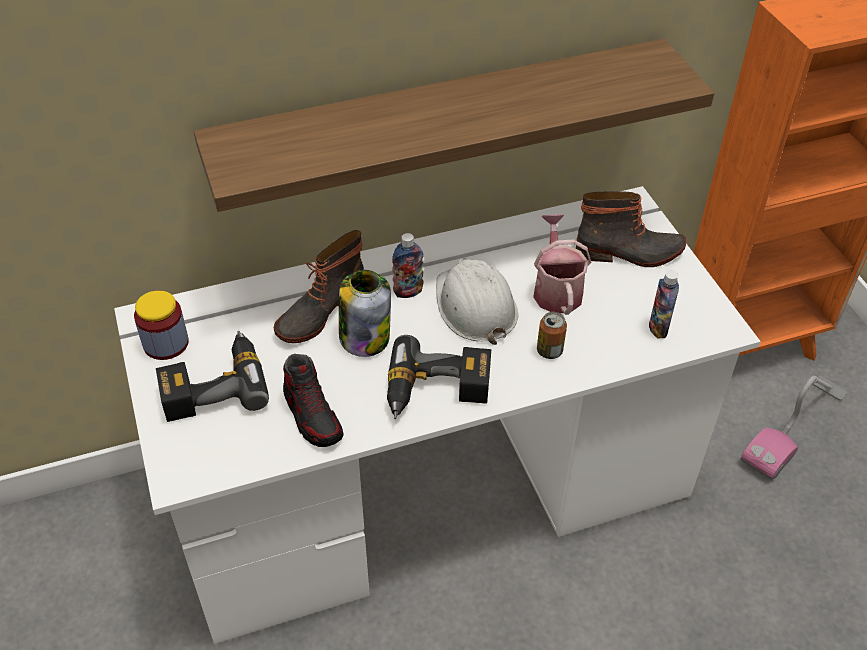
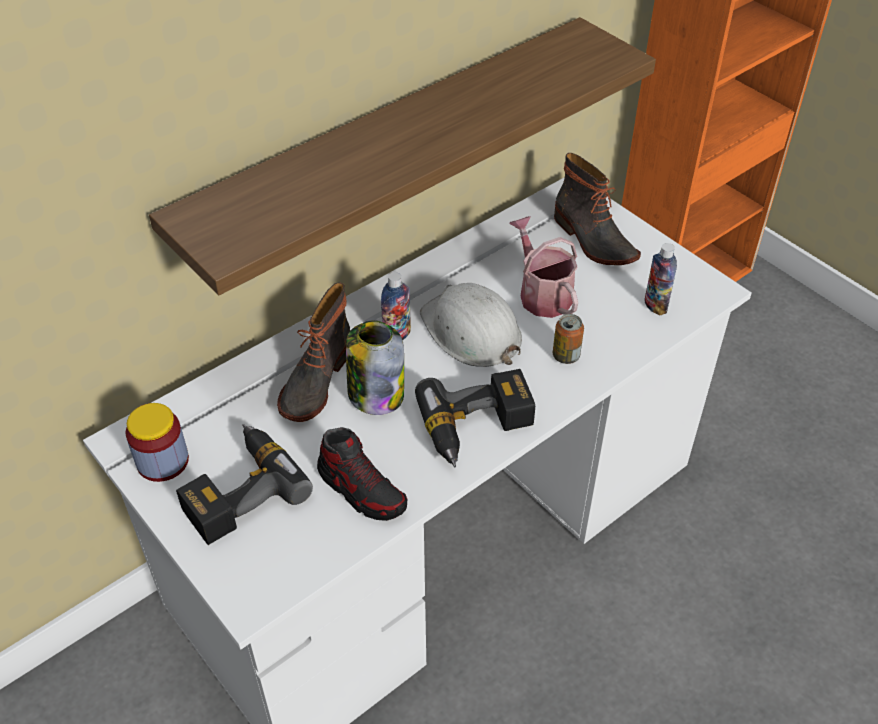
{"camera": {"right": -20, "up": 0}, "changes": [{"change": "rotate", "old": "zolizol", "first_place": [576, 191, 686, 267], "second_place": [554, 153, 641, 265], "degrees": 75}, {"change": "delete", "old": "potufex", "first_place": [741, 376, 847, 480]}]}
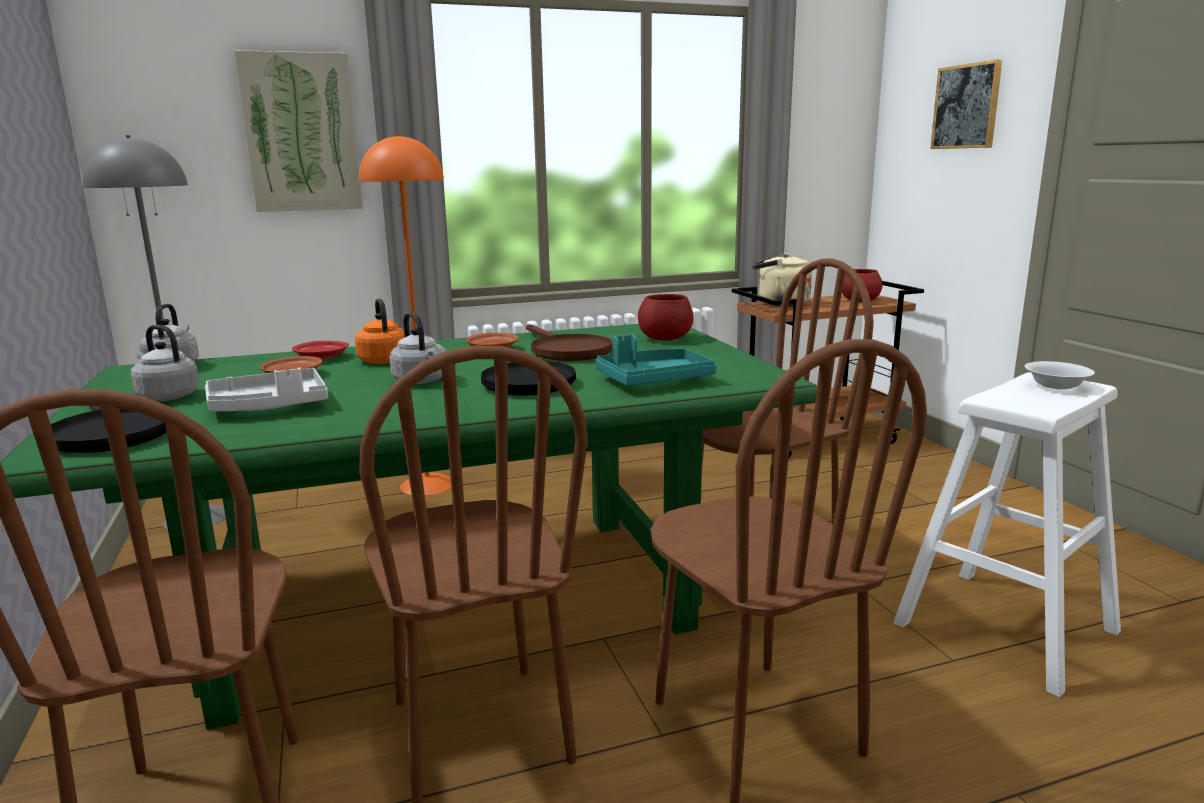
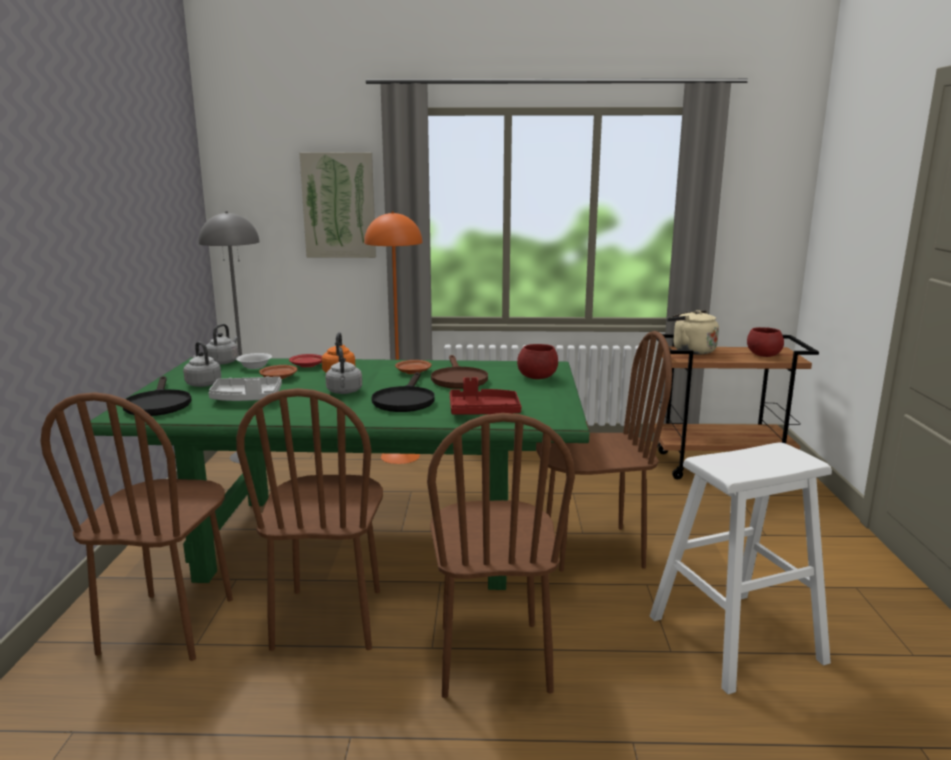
{"camera": {"right": 20, "up": 0}, "changes": [{"change": "move", "old": "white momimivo", "first_place": [1025, 361, 1095, 390], "second_place": [236, 353, 272, 369]}, {"change": "recolor", "old": "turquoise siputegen", "new": "red siputegen", "first_place": [595, 335, 717, 386], "second_place": [450, 377, 521, 415]}, {"change": "delete", "old": "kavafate", "first_place": [930, 59, 1002, 149]}]}
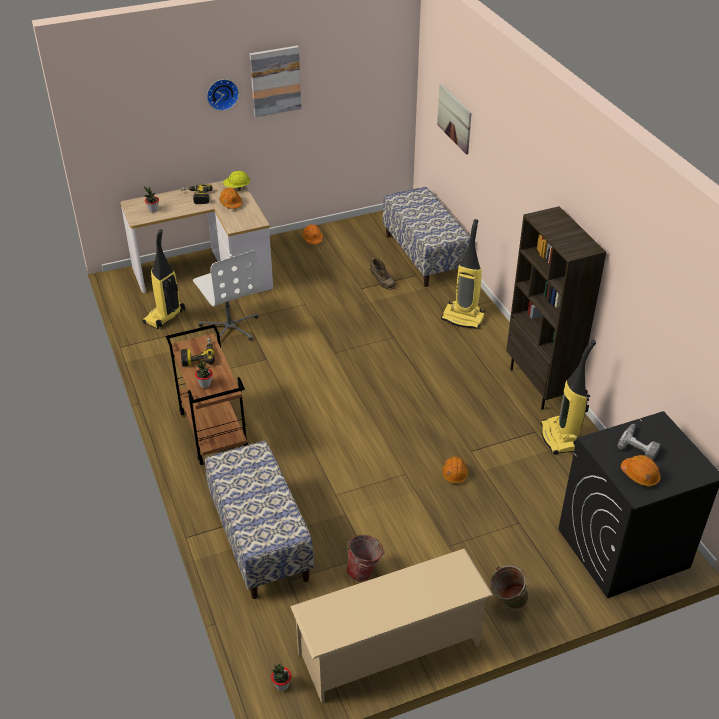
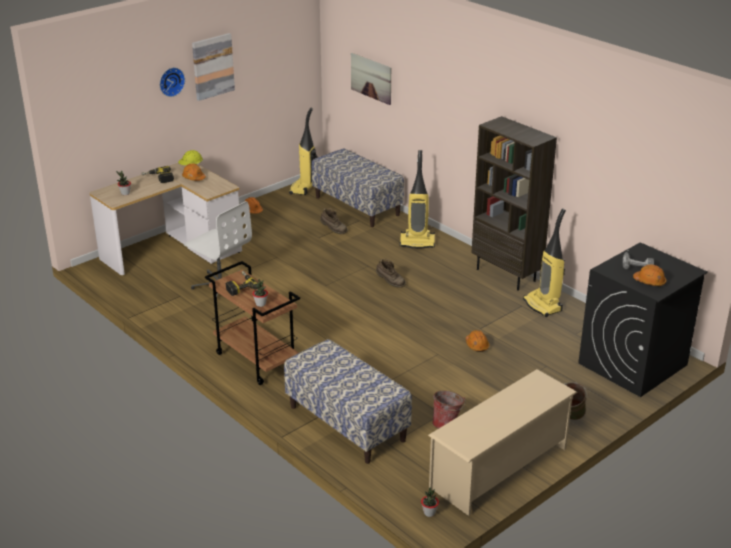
{"camera": {"right": -20, "up": -10}, "changes": [{"change": "move", "old": "potufex", "first_place": [142, 229, 185, 329], "second_place": [289, 108, 317, 195]}, {"change": "insert", "new": "brown zolizol", "second_place": [376, 259, 406, 288]}]}
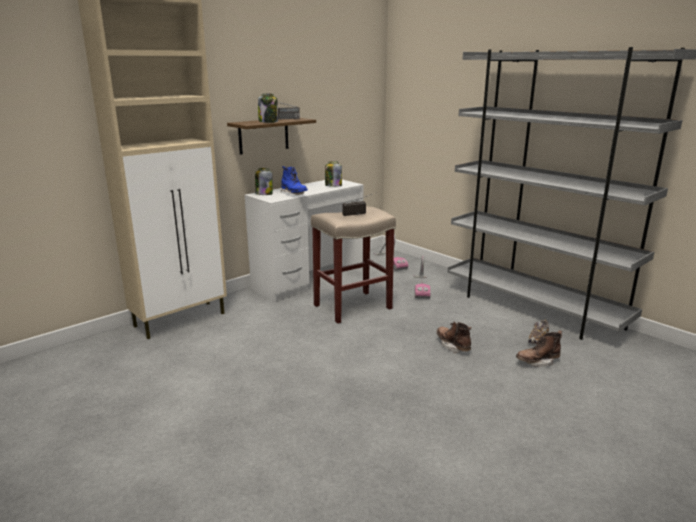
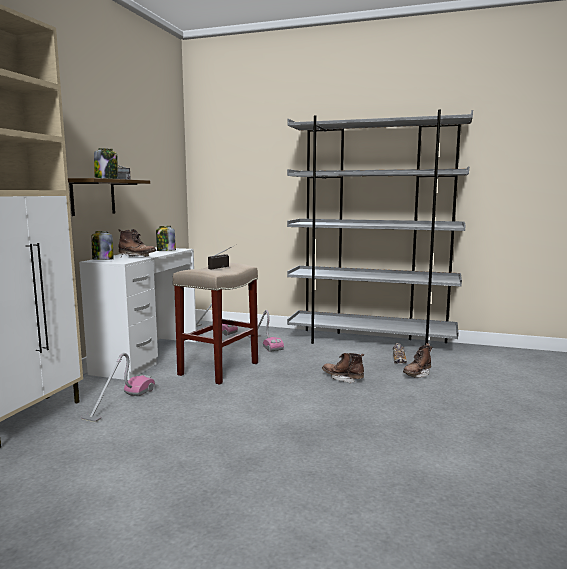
{"camera": {"right": -30, "up": -10}, "changes": [{"change": "insert", "new": "potufex", "second_place": [81, 353, 155, 422]}, {"change": "recolor", "old": "blue zolizol", "new": "brown zolizol", "first_place": [281, 166, 308, 195], "second_place": [118, 229, 157, 257]}]}
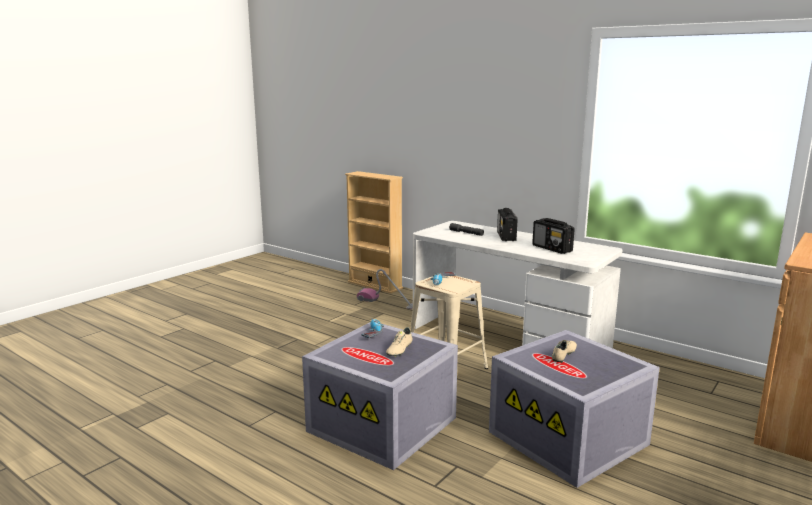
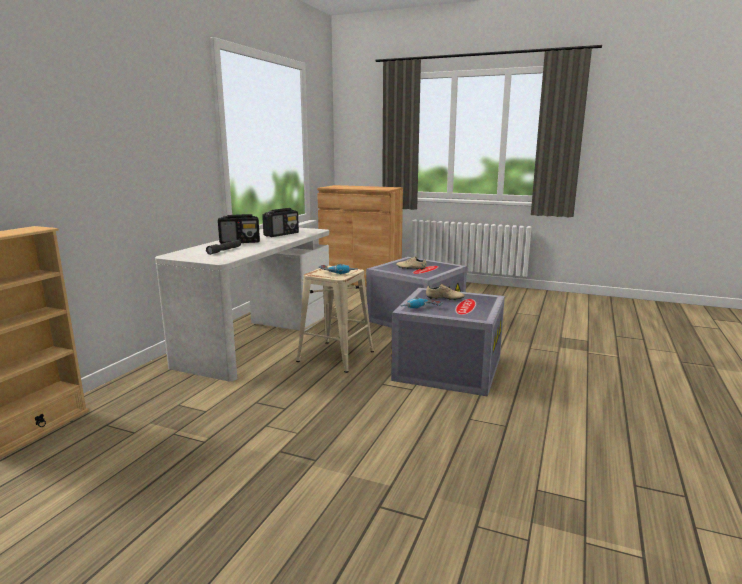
{"camera": {"right": -105, "up": 0}, "changes": [{"change": "delete", "old": "potufex", "first_place": [357, 269, 413, 309]}]}
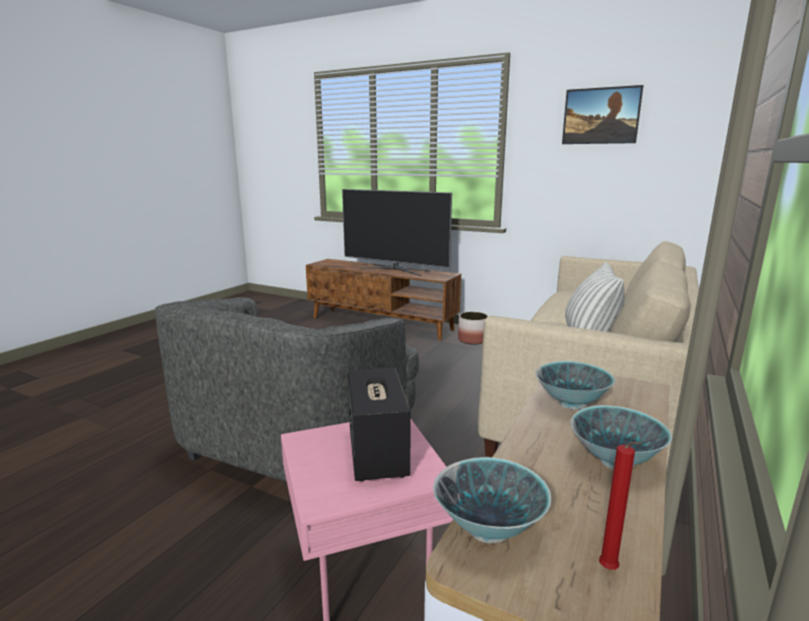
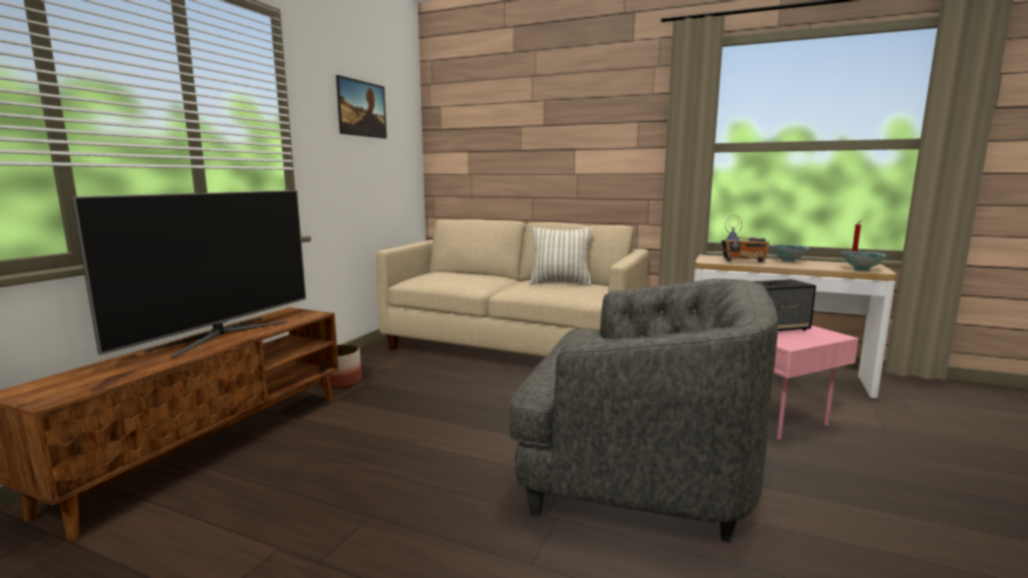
{"camera": {"right": -95, "up": -5}, "changes": [{"change": "replace", "old": "momimivo", "new": "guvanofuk", "first_place": [535, 361, 615, 410], "second_place": [721, 215, 769, 262]}]}
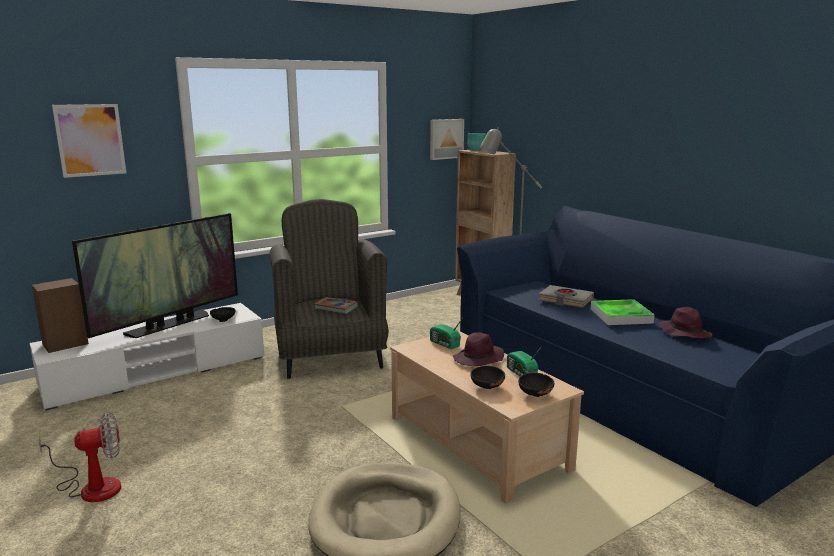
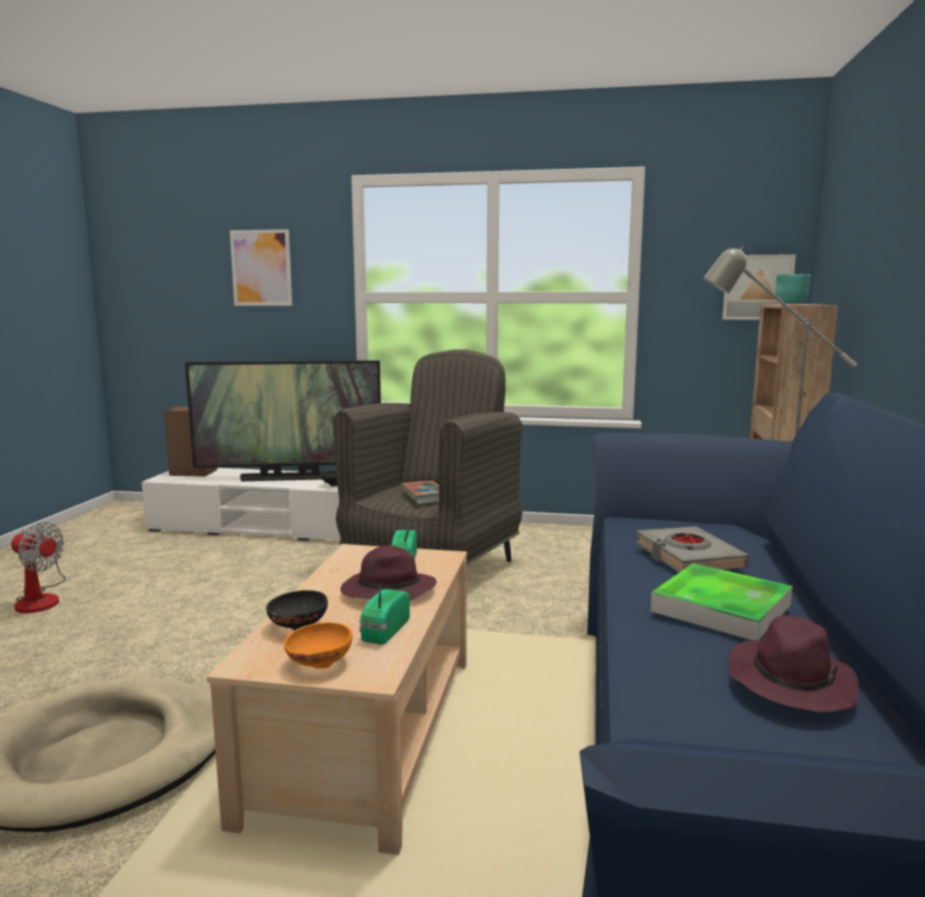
{"camera": {"right": 45, "up": -5}, "changes": [{"change": "recolor", "old": "black momimivo", "new": "orange momimivo", "first_place": [518, 373, 554, 397], "second_place": [284, 622, 352, 668]}]}
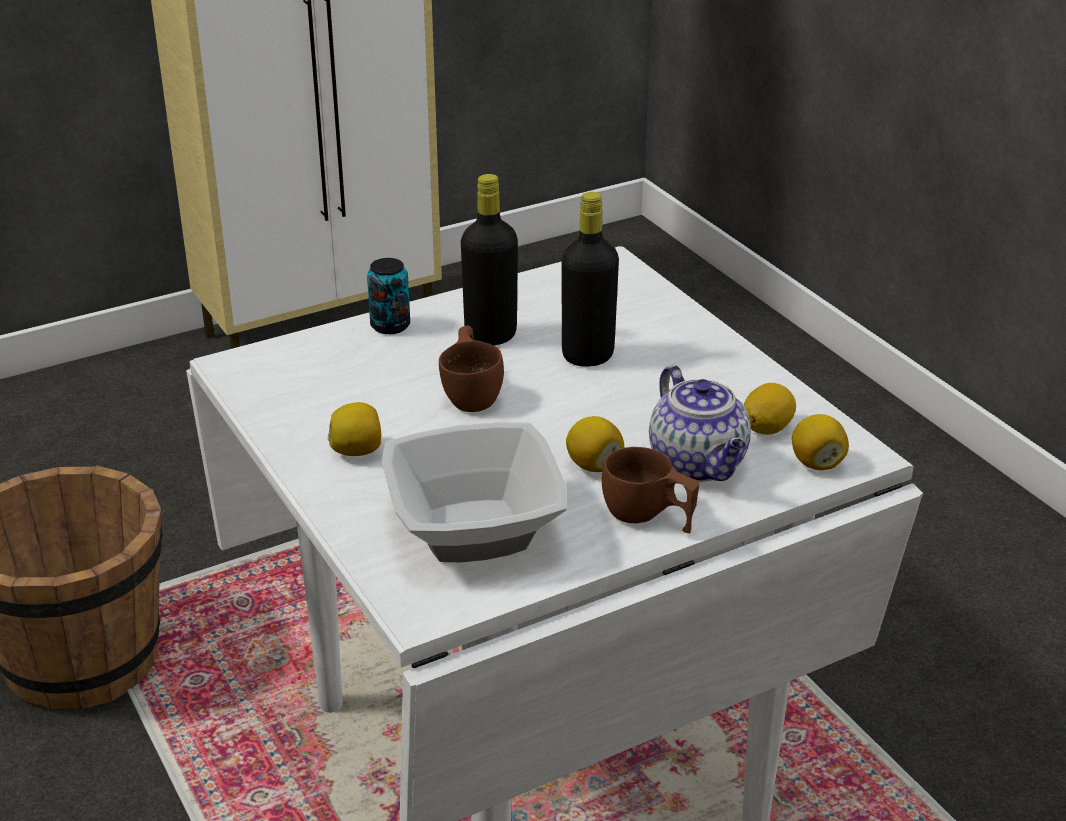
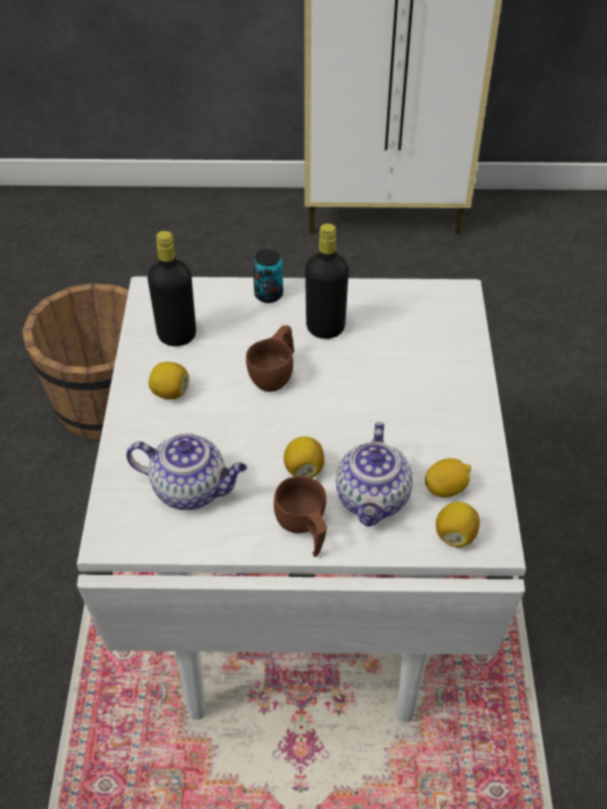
{"camera": {"right": 30, "up": 15}, "changes": [{"change": "replace", "old": "momimivo", "new": "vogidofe", "first_place": [382, 422, 567, 562], "second_place": [126, 433, 247, 510]}, {"change": "move", "old": "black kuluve", "first_place": [561, 192, 619, 367], "second_place": [147, 231, 196, 346]}]}
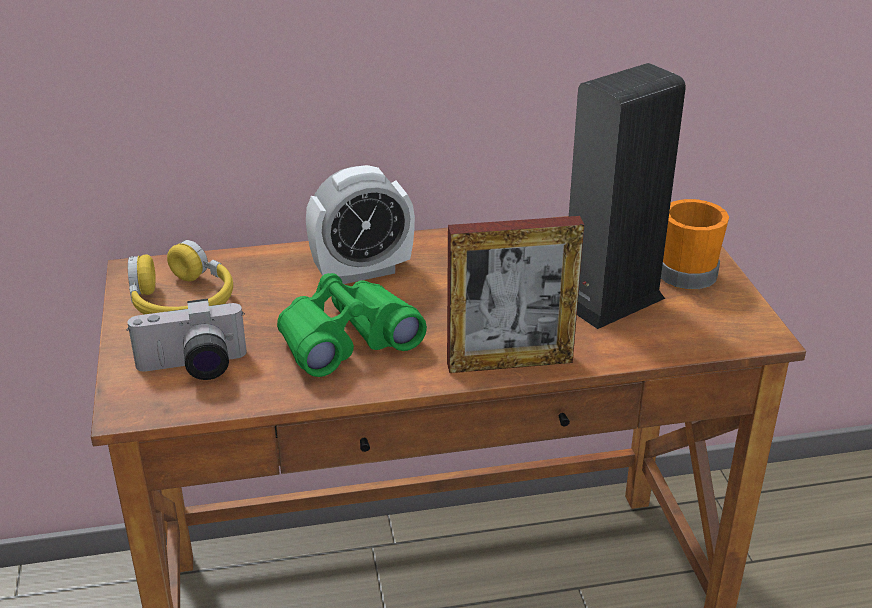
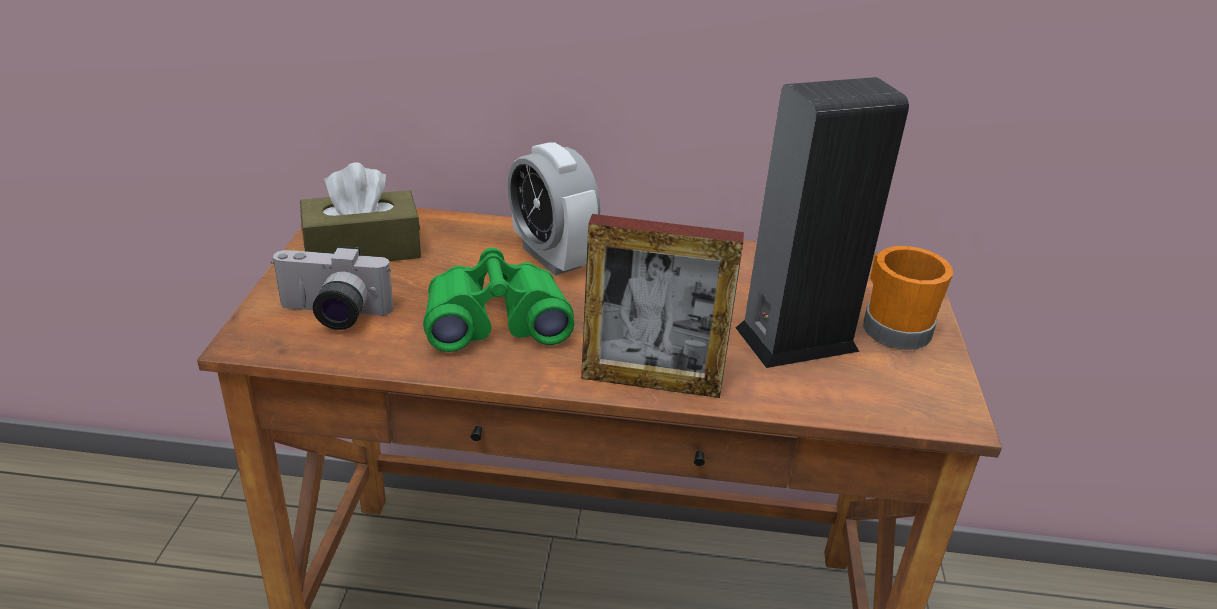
{"camera": {"right": 15, "up": 0}, "changes": [{"change": "replace", "old": "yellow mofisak", "new": "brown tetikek", "first_place": [128, 240, 233, 314], "second_place": [300, 163, 421, 261]}, {"change": "rotate", "old": "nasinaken", "first_place": [306, 165, 415, 284], "second_place": [508, 142, 600, 276], "degrees": 60}]}
